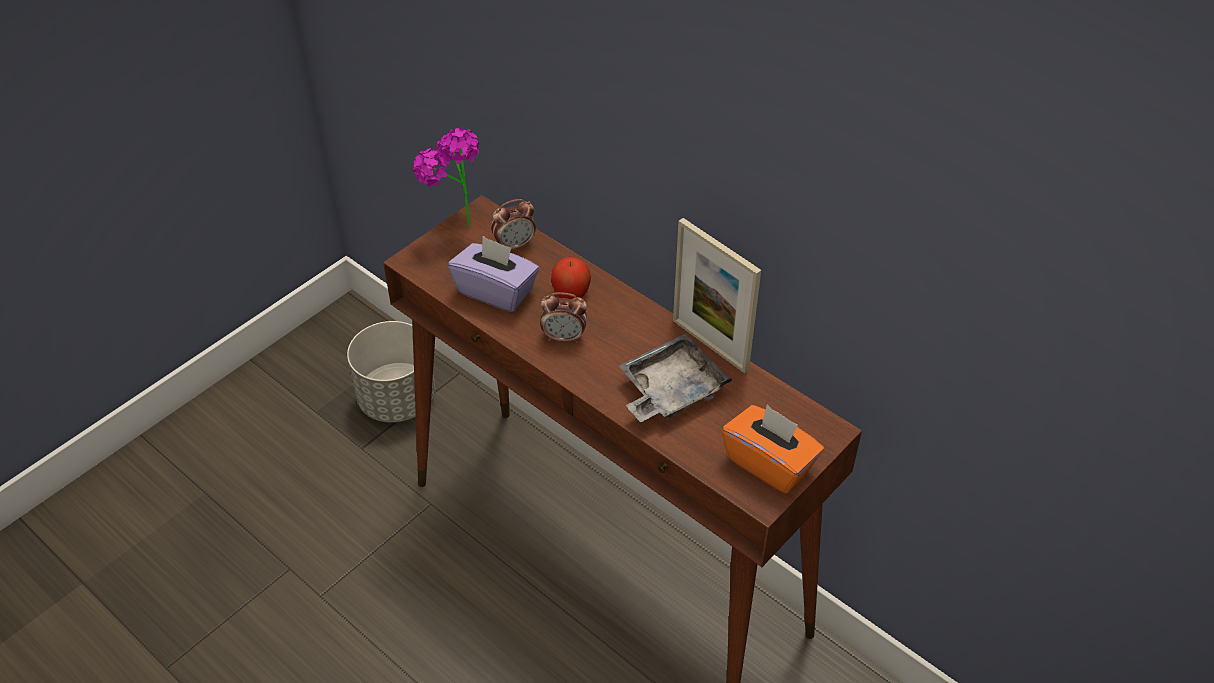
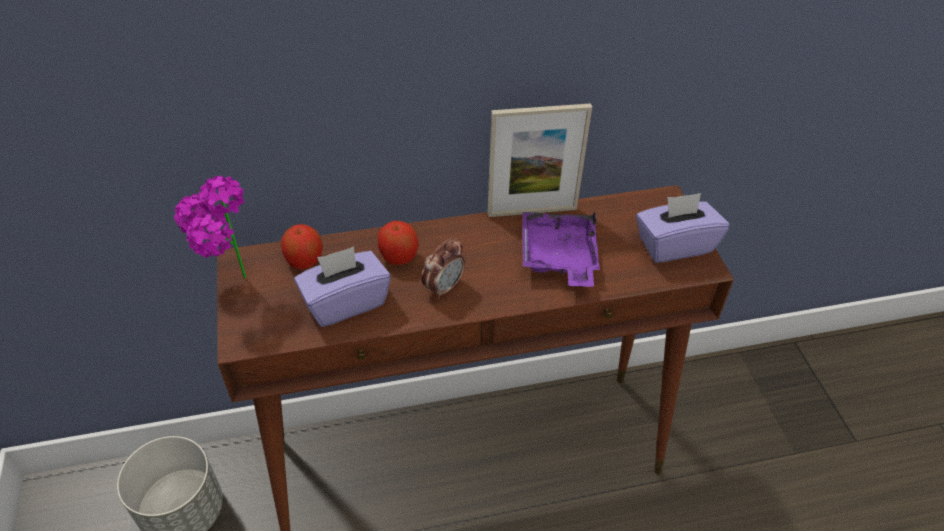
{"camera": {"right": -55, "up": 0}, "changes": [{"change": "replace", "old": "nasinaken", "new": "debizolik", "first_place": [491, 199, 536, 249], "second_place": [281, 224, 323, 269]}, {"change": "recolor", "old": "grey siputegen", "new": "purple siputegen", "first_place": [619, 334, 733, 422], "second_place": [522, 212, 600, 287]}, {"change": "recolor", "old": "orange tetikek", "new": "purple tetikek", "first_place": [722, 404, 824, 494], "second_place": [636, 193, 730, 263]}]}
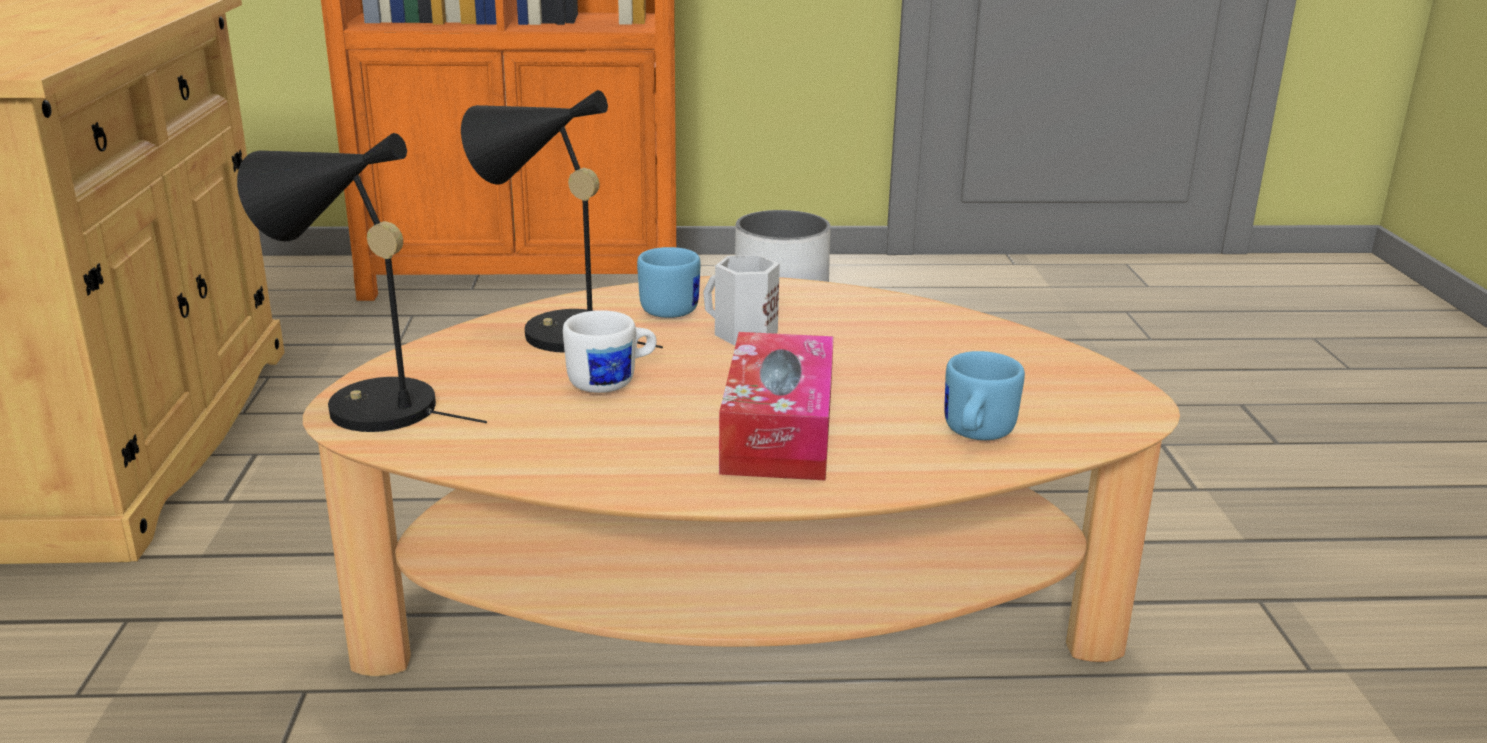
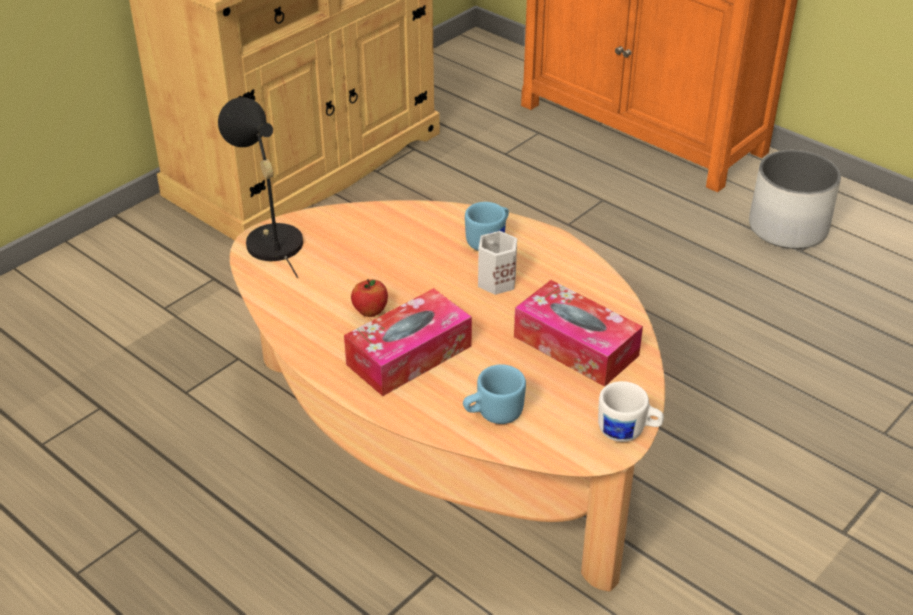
{"camera": {"right": 45, "up": 15}, "changes": [{"change": "insert", "new": "debizolik", "second_place": [351, 279, 388, 317]}, {"change": "insert", "new": "tetikek", "second_place": [514, 280, 643, 387]}, {"change": "move", "old": "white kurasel", "first_place": [563, 310, 657, 393], "second_place": [598, 381, 664, 442]}, {"change": "delete", "old": "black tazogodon", "first_place": [461, 90, 663, 353]}]}
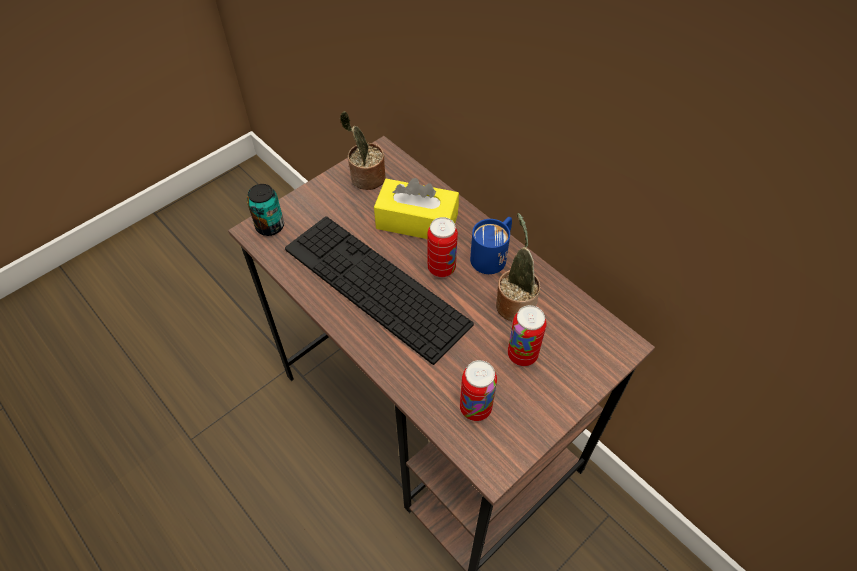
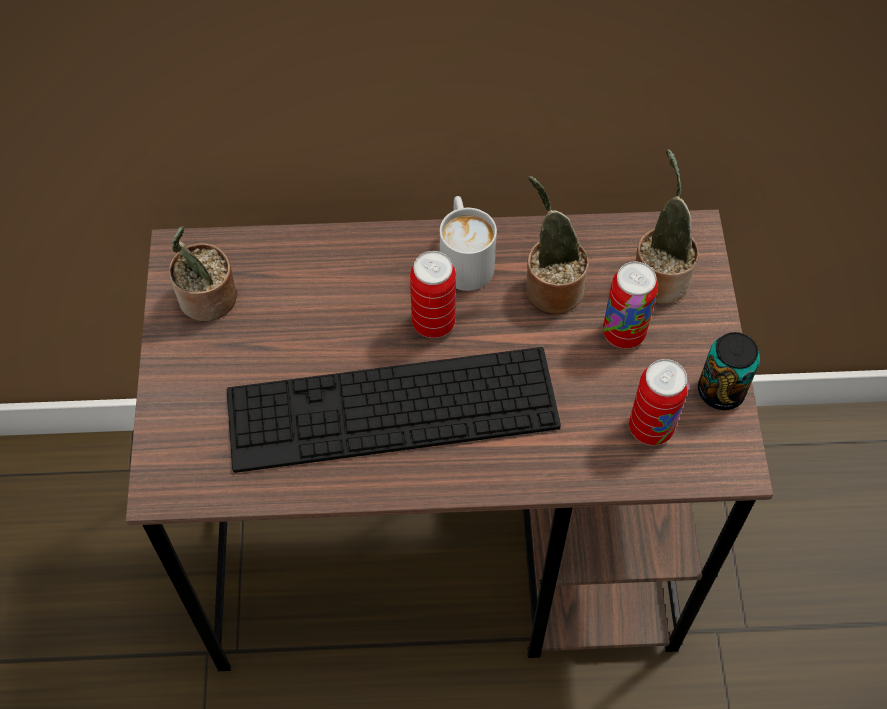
{"camera": {"right": -50, "up": 5}, "changes": [{"change": "recolor", "old": "blue kurasel", "new": "white kurasel", "first_place": [470, 217, 512, 274], "second_place": [440, 196, 497, 291]}, {"change": "insert", "new": "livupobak", "second_place": [635, 149, 699, 304]}, {"change": "move", "old": "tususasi", "first_place": [247, 184, 284, 236], "second_place": [698, 332, 760, 410]}, {"change": "delete", "old": "yellow tetikek", "first_place": [374, 178, 459, 239]}]}
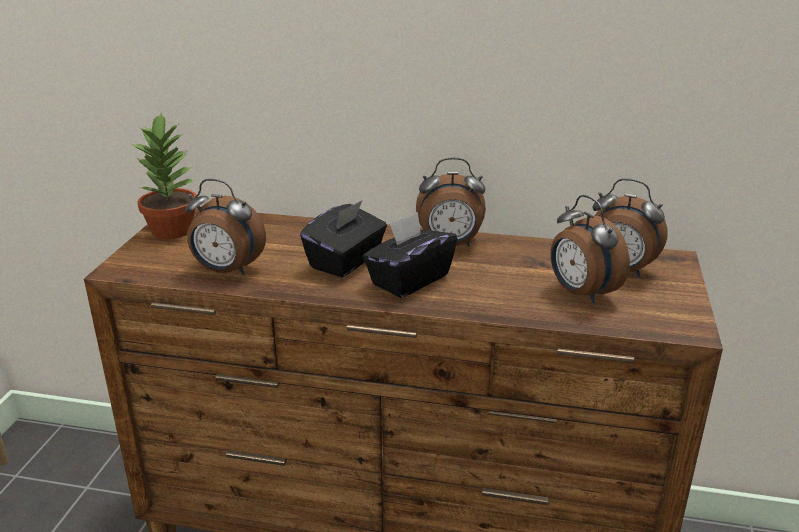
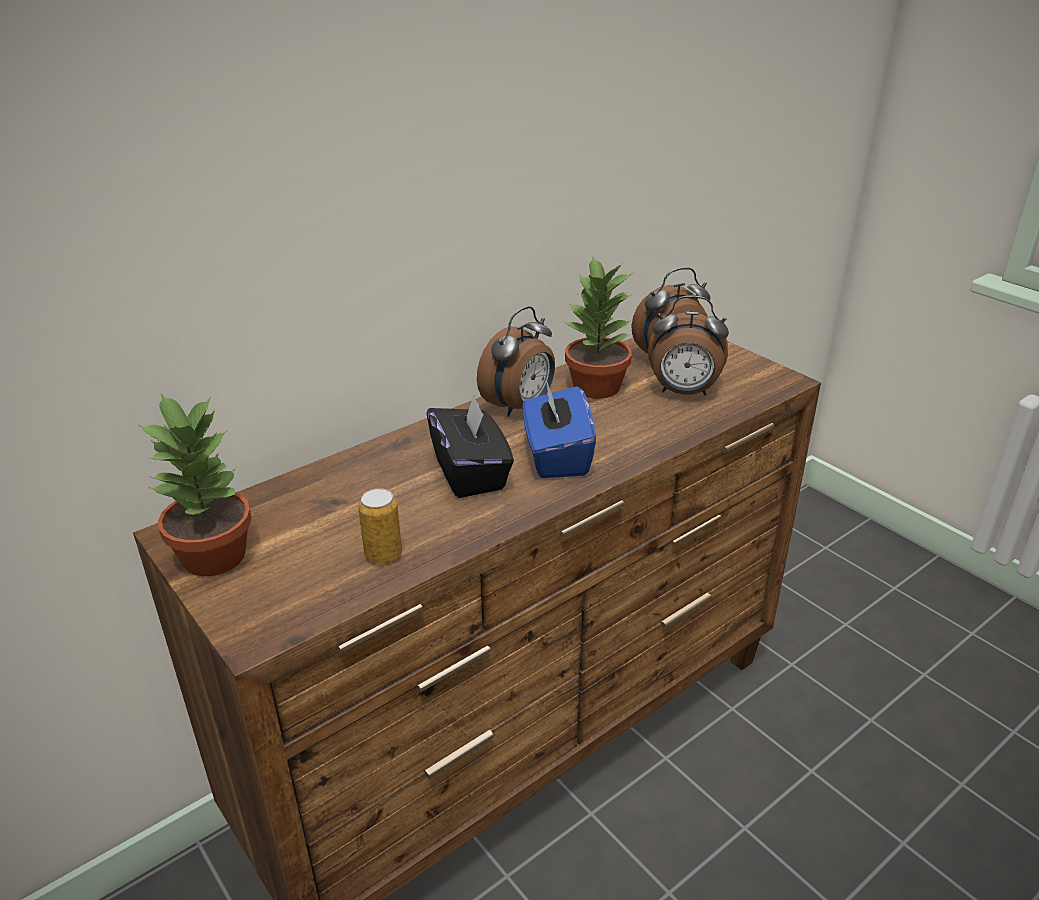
{"camera": {"right": -50, "up": 5}, "changes": [{"change": "replace", "old": "nasinaken", "new": "tususasi", "first_place": [185, 179, 266, 275], "second_place": [358, 488, 402, 564]}, {"change": "recolor", "old": "black tetikek", "new": "blue tetikek", "first_place": [363, 212, 457, 298], "second_place": [522, 380, 596, 478]}, {"change": "insert", "new": "livupobak", "second_place": [564, 257, 632, 399]}]}
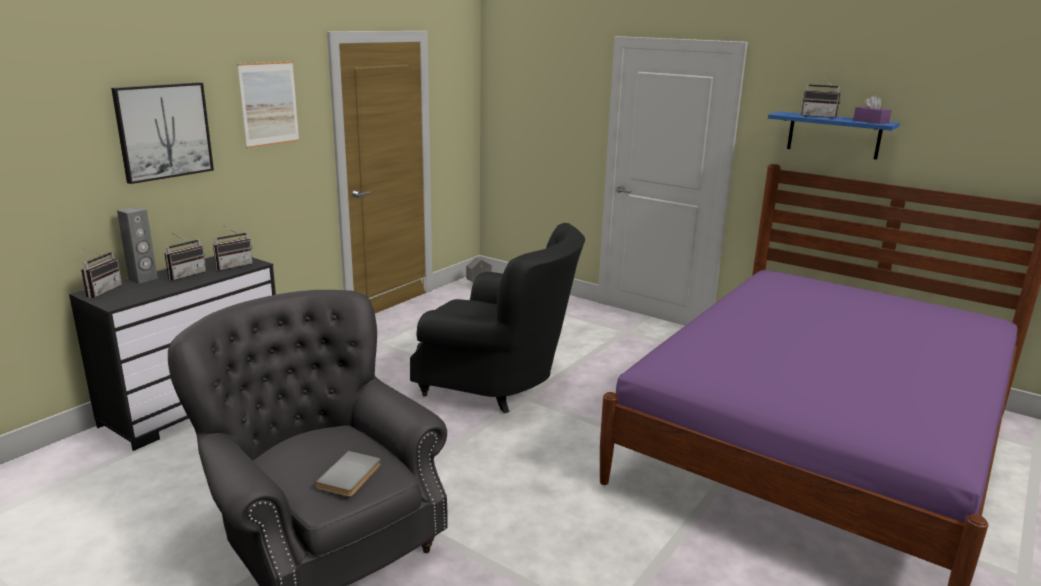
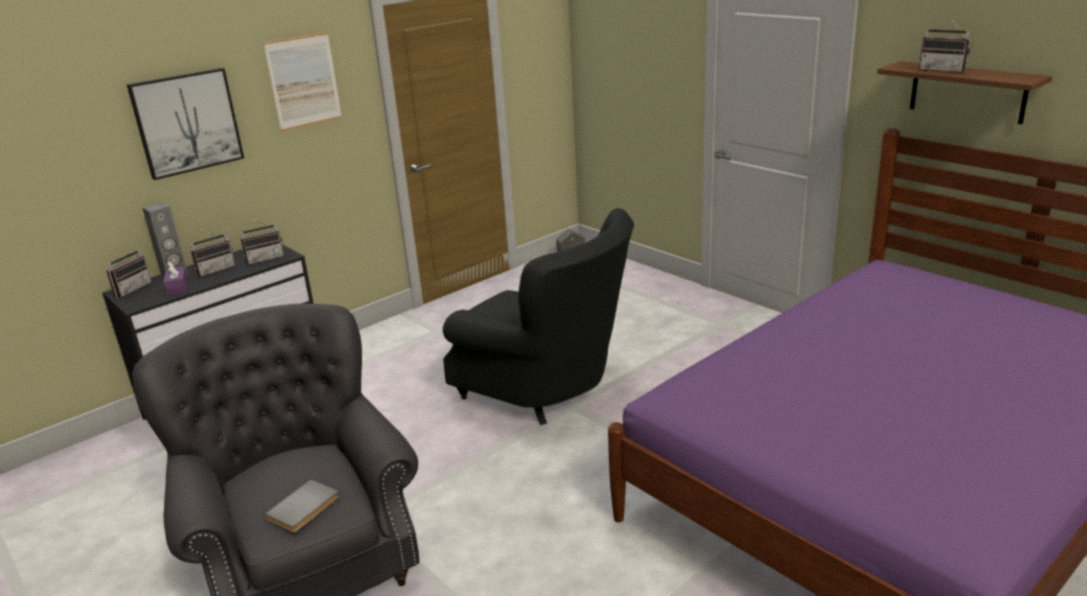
{"camera": {"right": 15, "up": 5}, "changes": [{"change": "move", "old": "purple tetikek", "first_place": [853, 95, 892, 124], "second_place": [163, 261, 188, 296]}, {"change": "recolor", "old": "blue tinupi", "new": "brown tinupi", "first_place": [768, 111, 900, 159], "second_place": [877, 61, 1052, 124]}]}
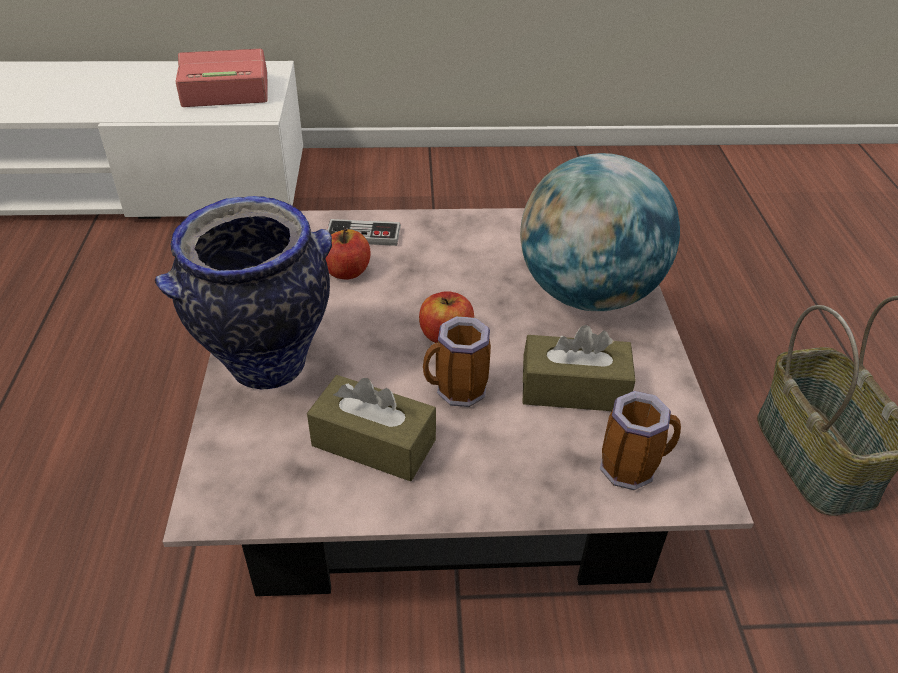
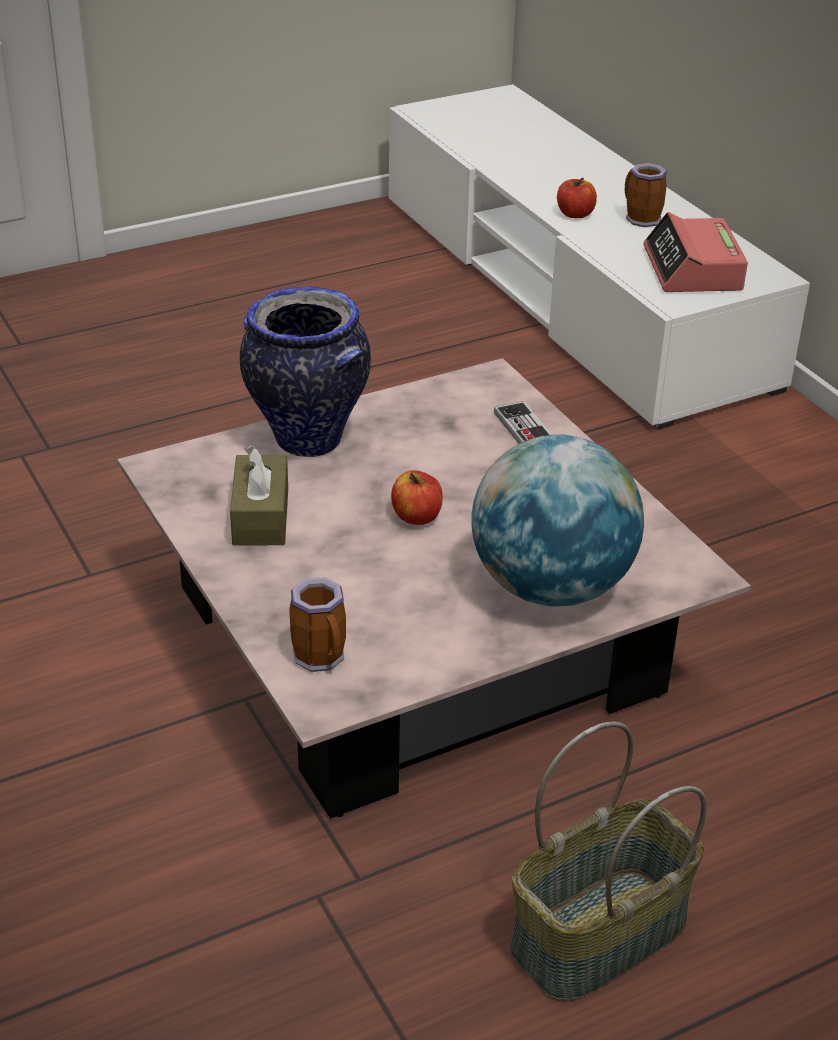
{"camera": {"right": 65, "up": -5}, "changes": [{"change": "move", "old": "debizolik", "first_place": [326, 229, 371, 279], "second_place": [557, 177, 597, 218]}, {"change": "move", "old": "kurasel", "first_place": [423, 316, 491, 407], "second_place": [625, 163, 667, 227]}, {"change": "rotate", "old": "nasinaken", "first_place": [175, 49, 268, 107], "second_place": [643, 212, 748, 292], "degrees": -150}, {"change": "delete", "old": "brown tetikek", "first_place": [522, 325, 636, 411]}]}
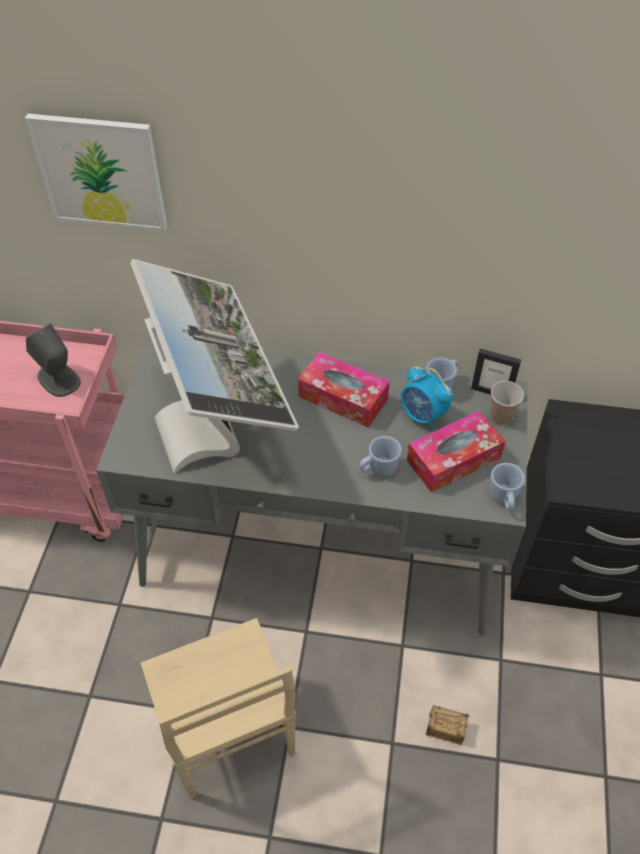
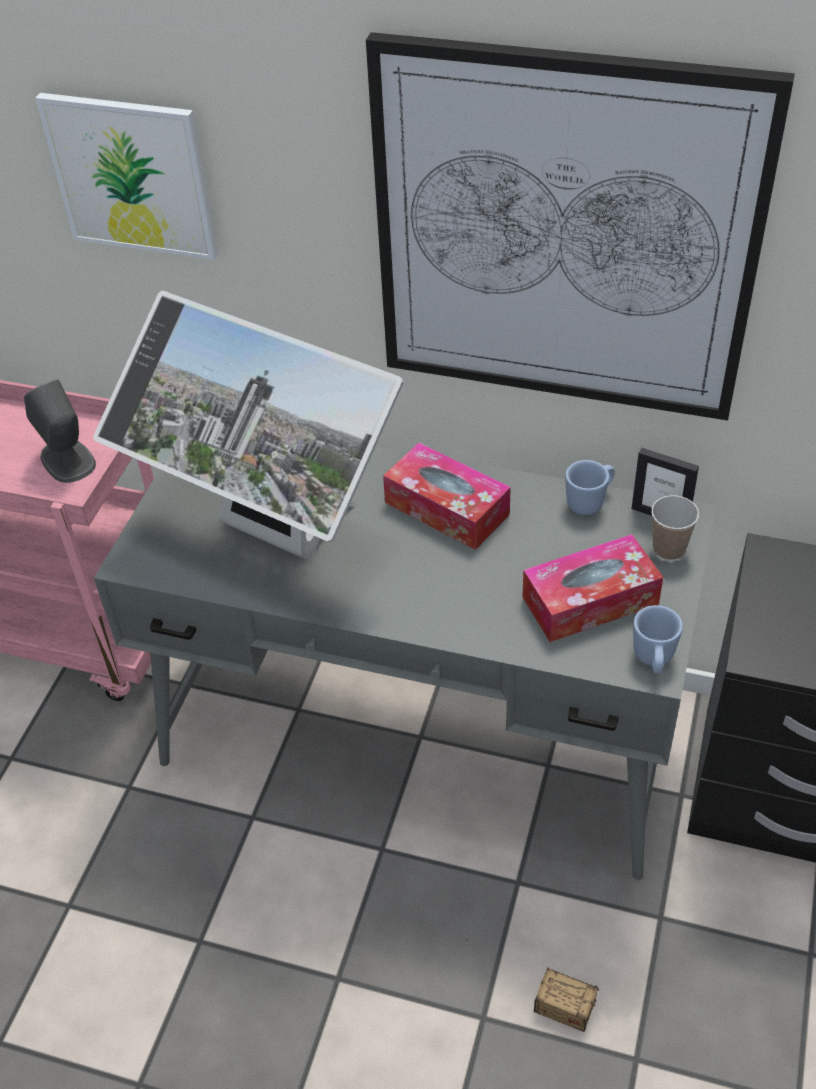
{"camera": {"right": 10, "up": -5}, "changes": [{"change": "rotate", "old": "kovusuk", "first_place": [130, 259, 299, 474], "second_place": [93, 291, 404, 559], "degrees": 135}, {"change": "insert", "new": "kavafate", "second_place": [366, 32, 795, 420]}, {"change": "delete", "old": "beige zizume", "first_place": [141, 618, 296, 799]}, {"change": "delete", "old": "blue kurasel", "first_place": [359, 436, 402, 477]}, {"change": "delete", "old": "nasinaken", "first_place": [401, 365, 453, 430]}]}
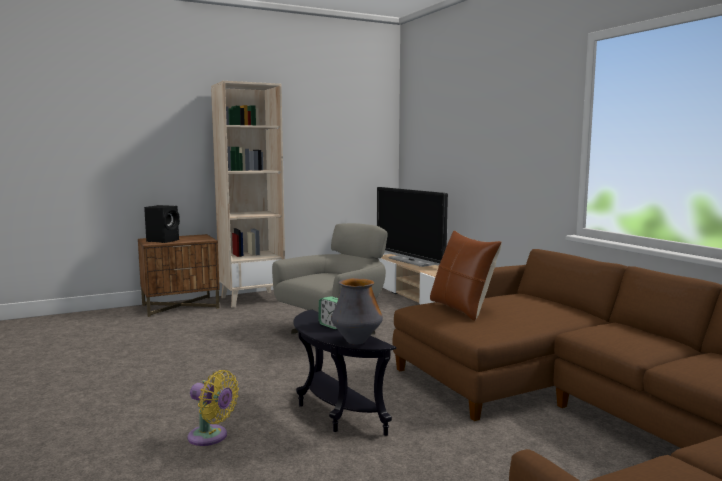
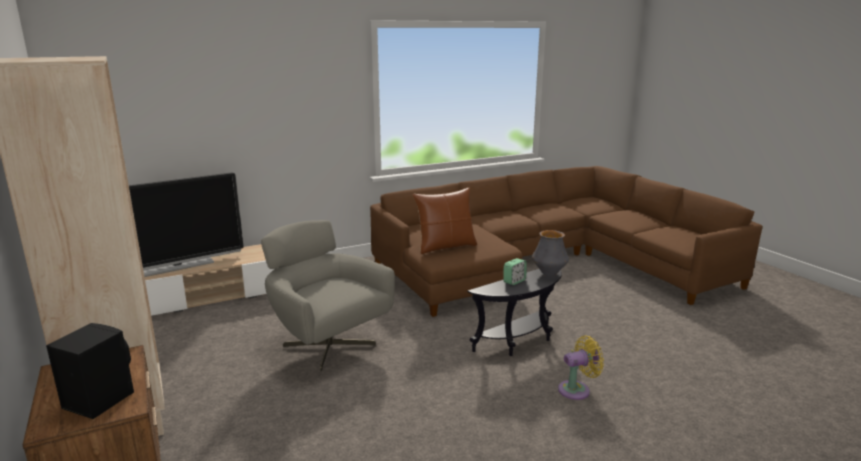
{"camera": {"right": -90, "up": 10}, "changes": [{"change": "rotate", "old": "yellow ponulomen", "first_place": [188, 370, 239, 446], "second_place": [558, 335, 604, 400], "degrees": 45}]}
